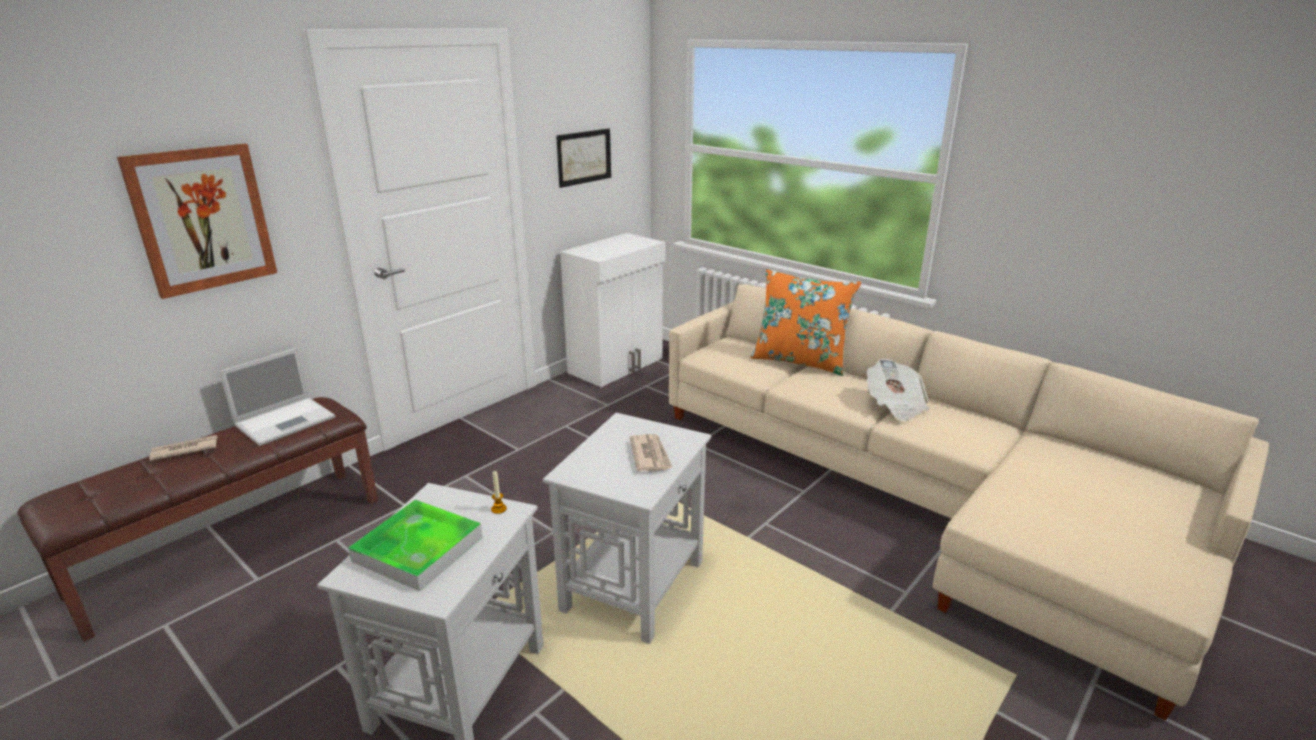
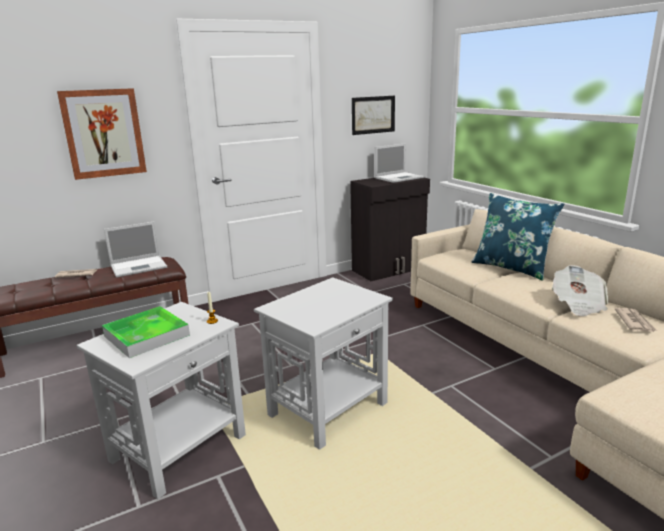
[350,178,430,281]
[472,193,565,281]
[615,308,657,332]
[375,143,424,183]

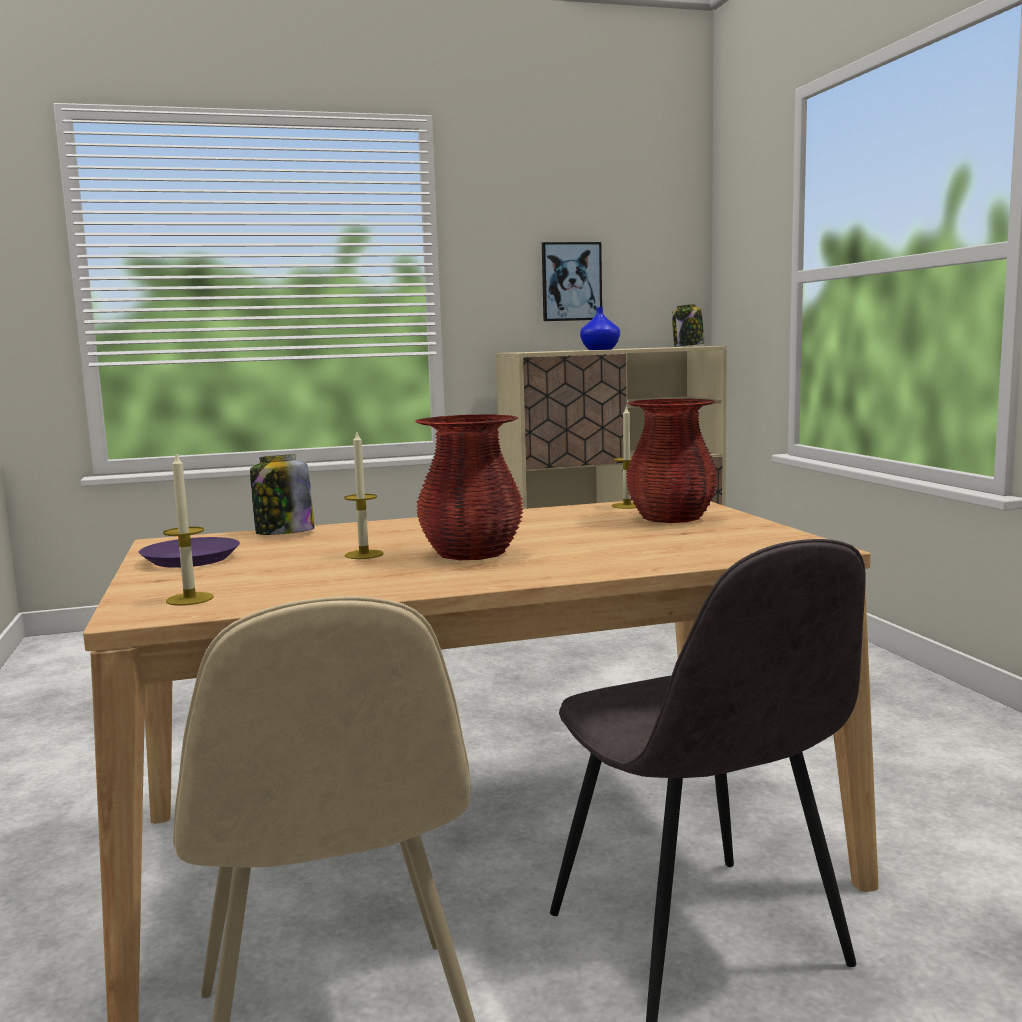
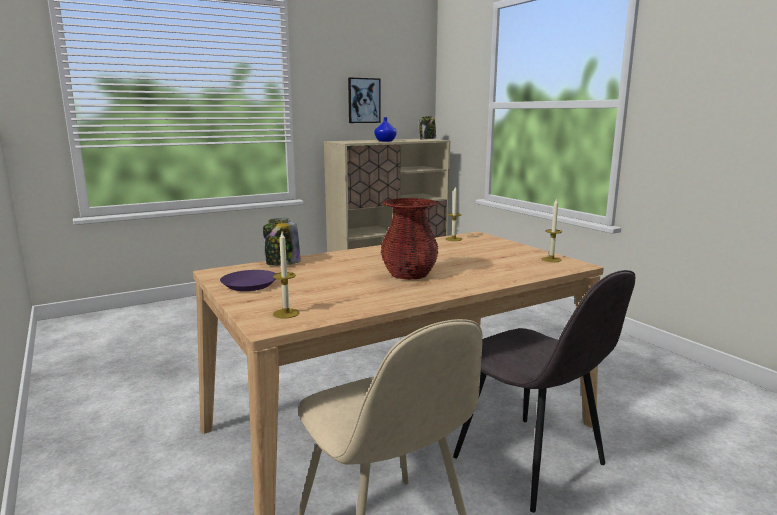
[626,399,718,523] (first image)
[542,198,562,262]

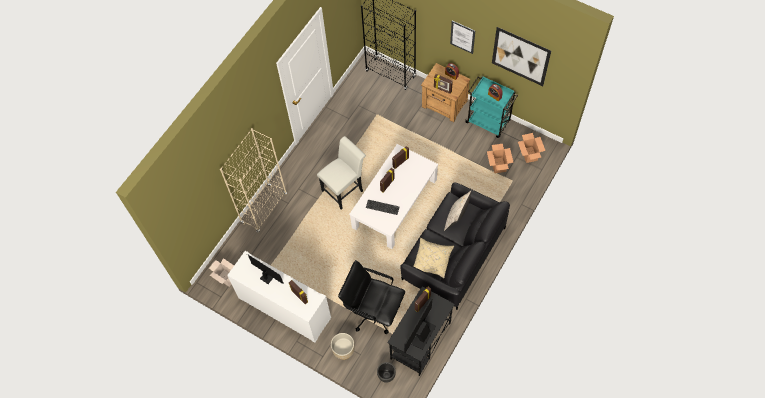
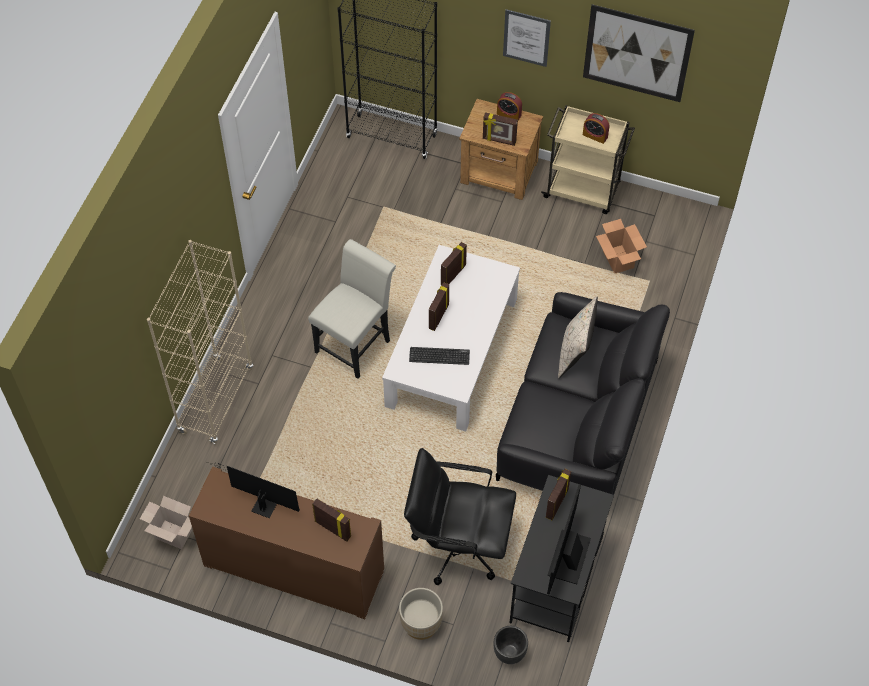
[541,105,635,214]
[518,133,545,163] (first image)
[414,238,454,278] (first image)
[189,466,384,619]

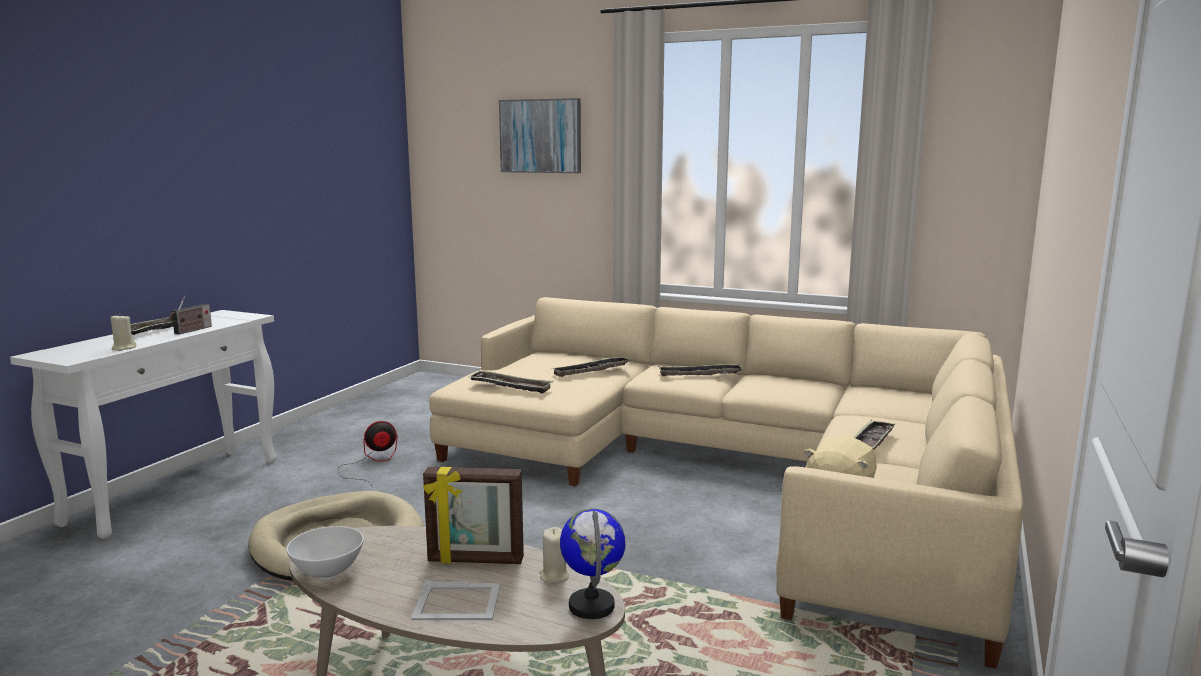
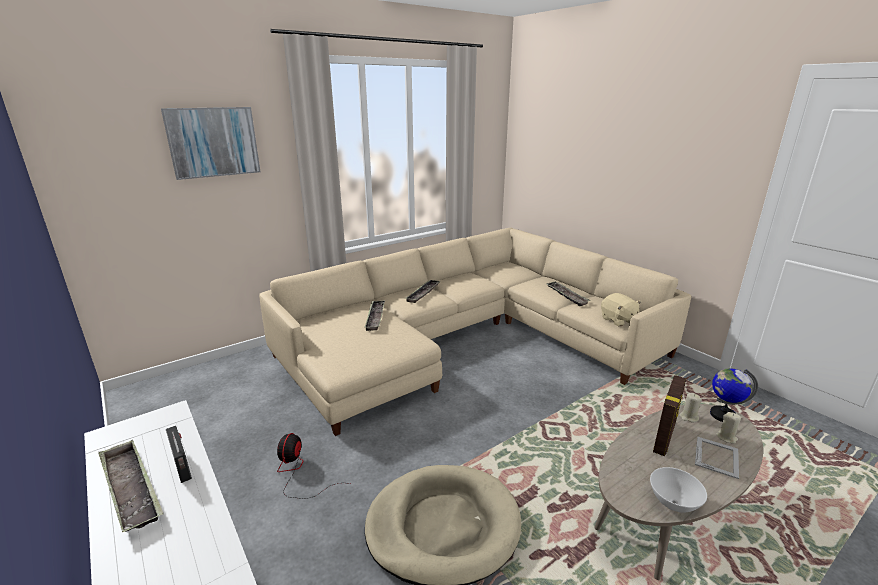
[716,412,741,444]
[469,371,553,394] (first image)

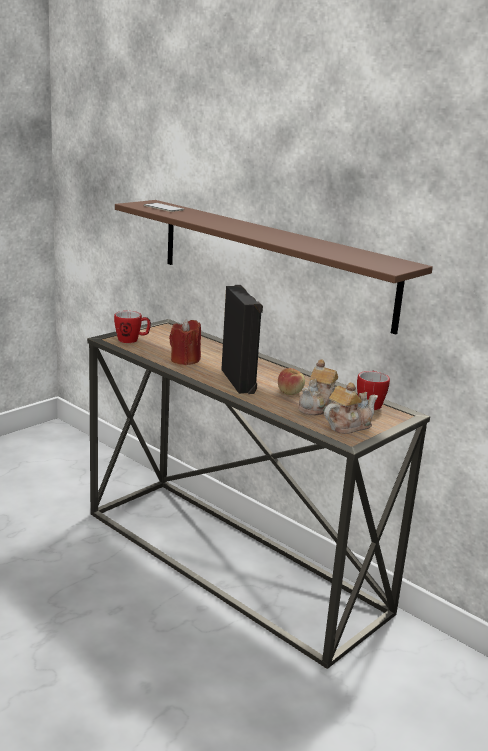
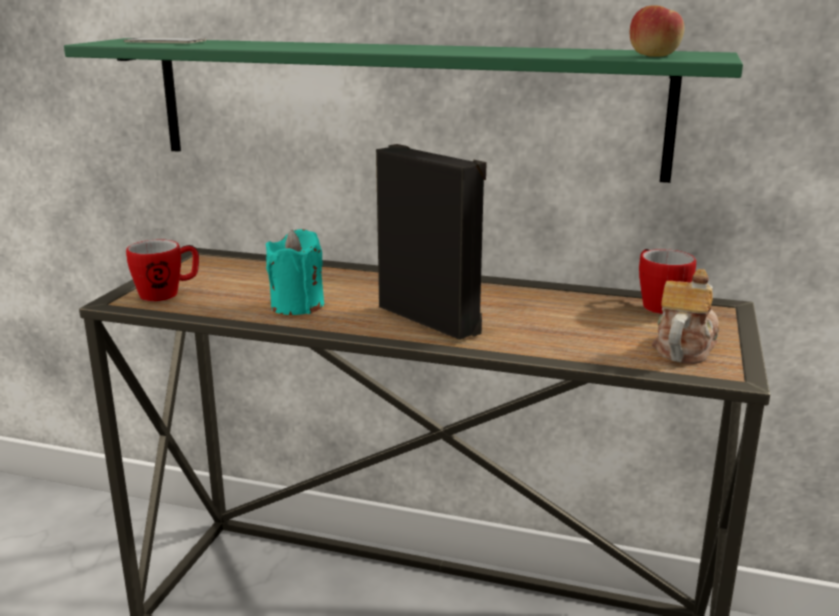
[64,38,743,183]
[266,229,324,315]
[298,359,338,416] (first image)
[630,5,684,57]

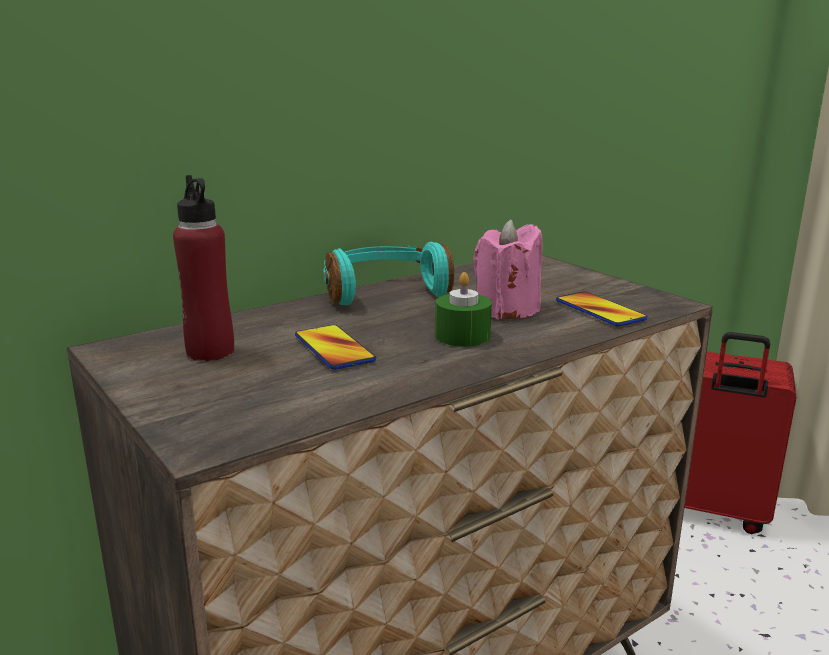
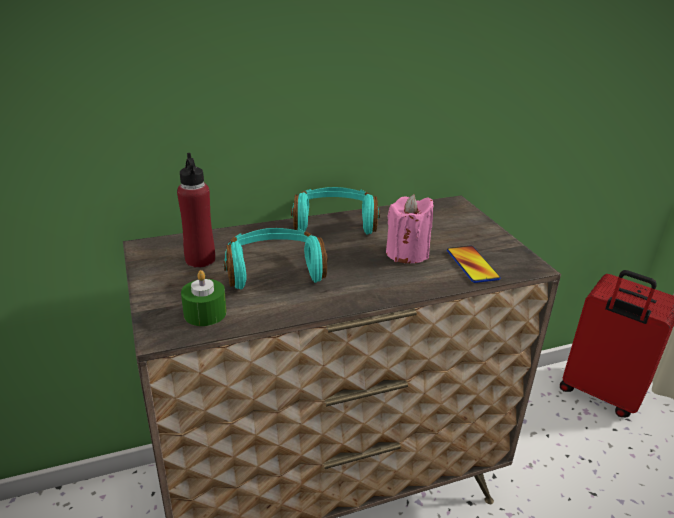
[181,270,227,326]
[224,228,328,289]

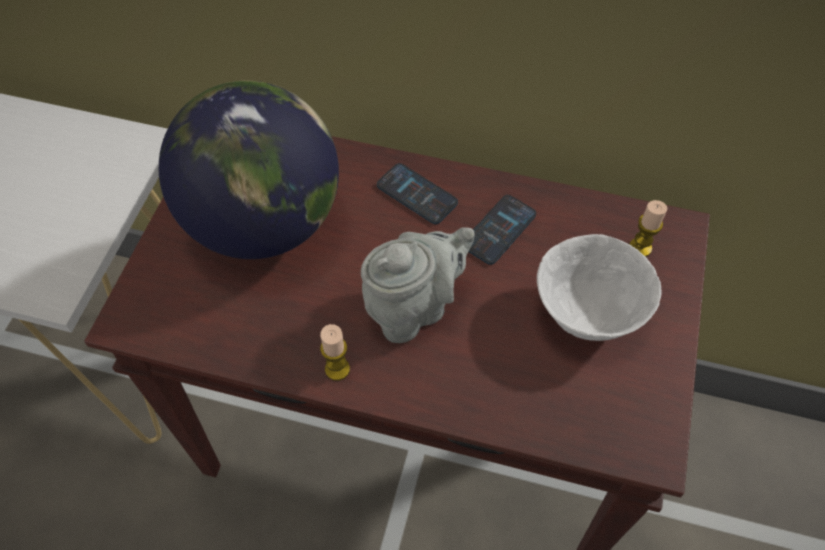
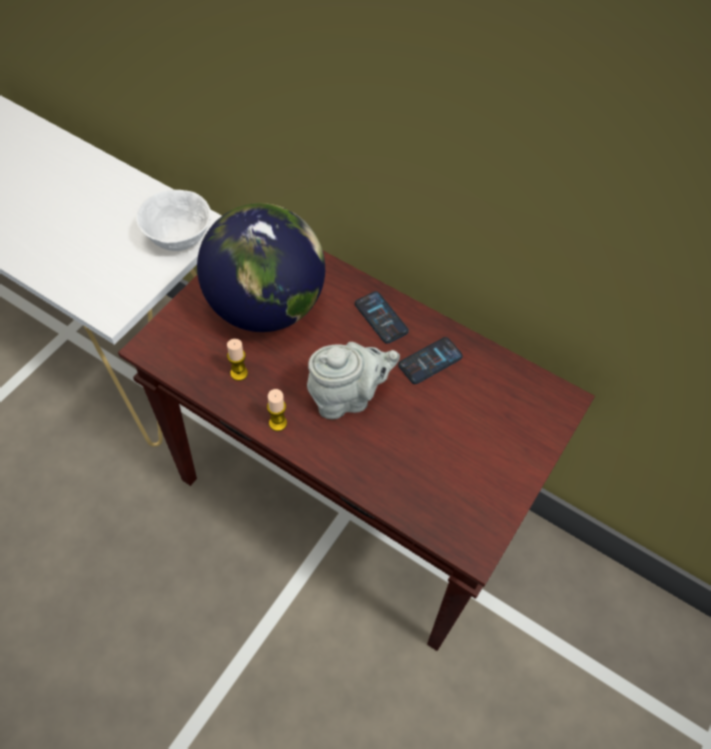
[227,339,248,381]
[136,190,211,251]

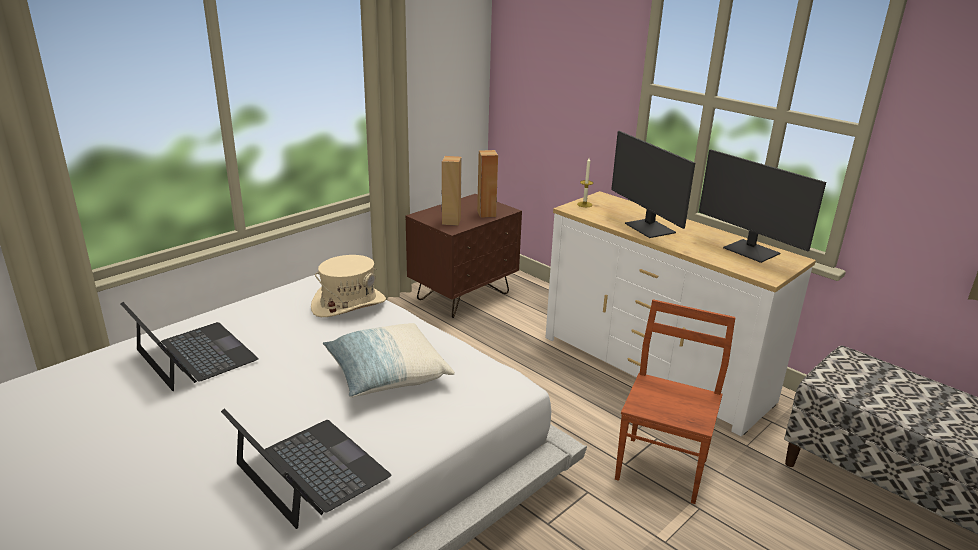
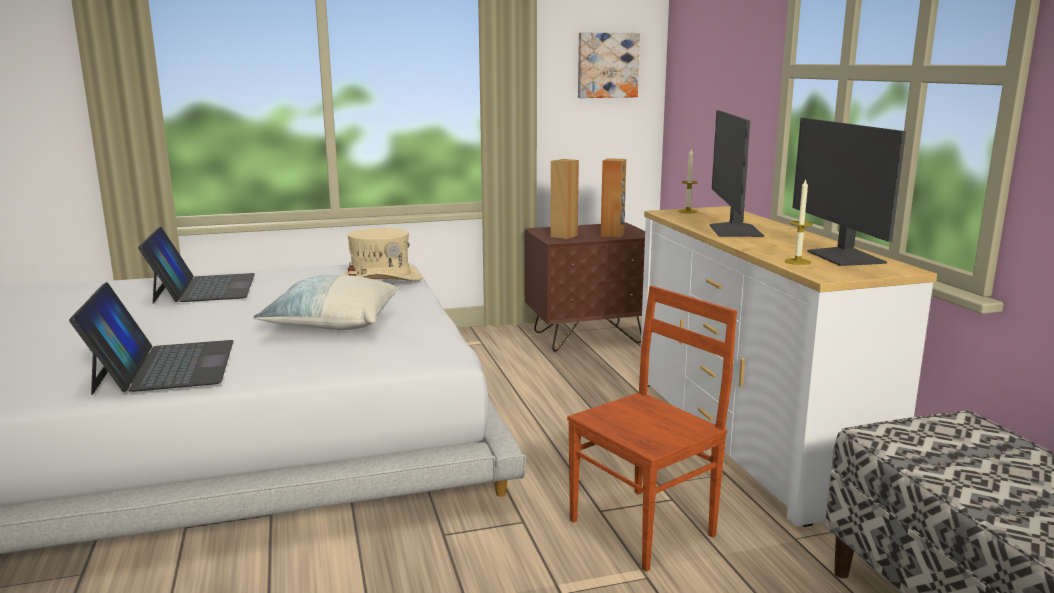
[578,33,640,98]
[785,179,813,265]

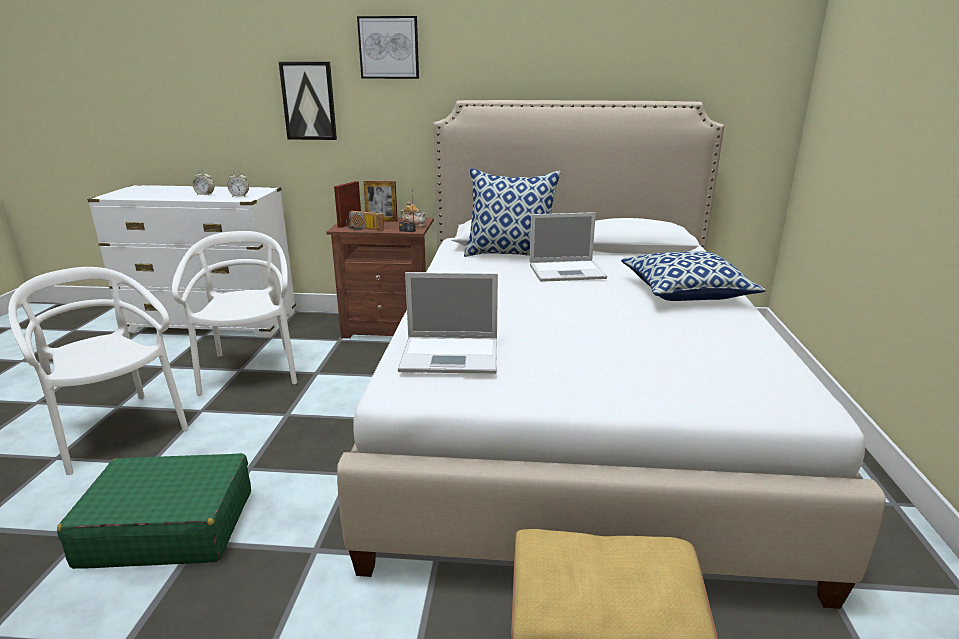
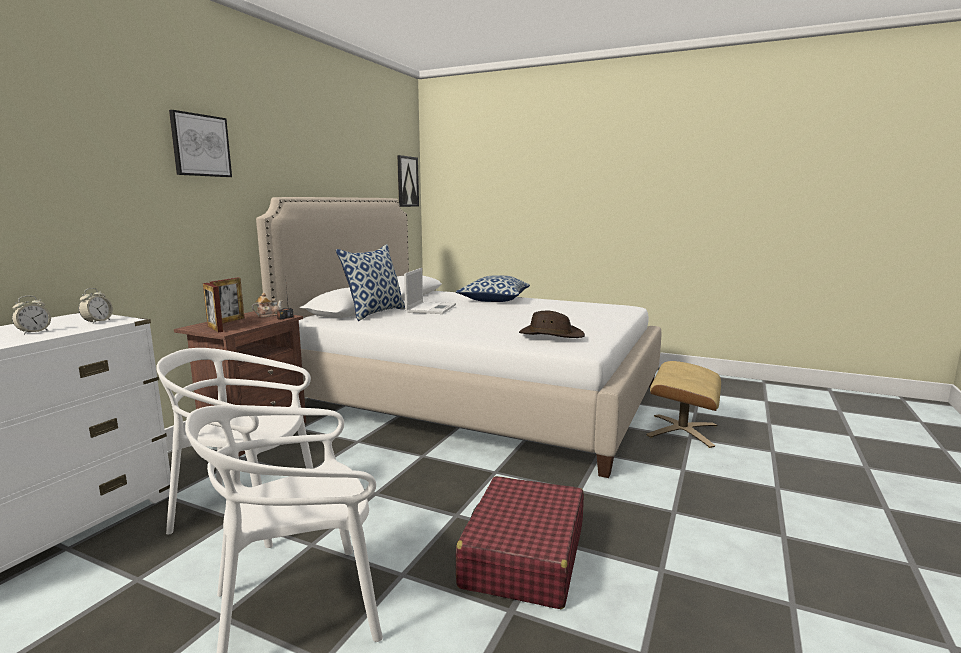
[397,155,419,207]
[346,211,384,231] (first image)
[519,311,585,338]
[456,476,584,609]

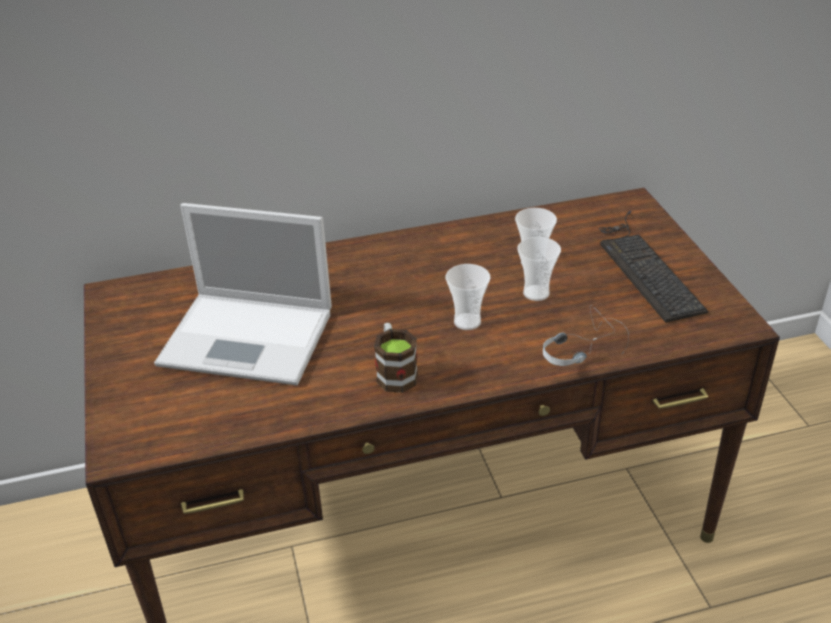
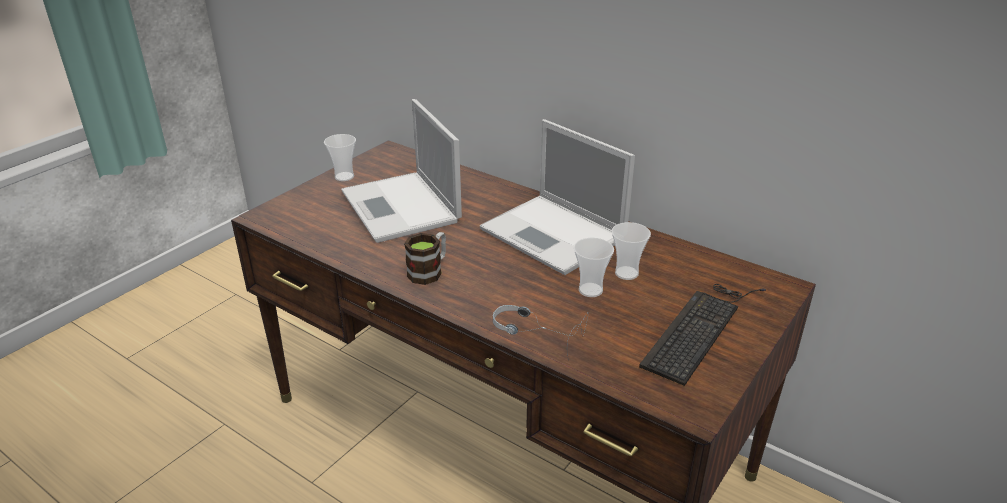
[324,134,356,181]
[480,119,635,275]

